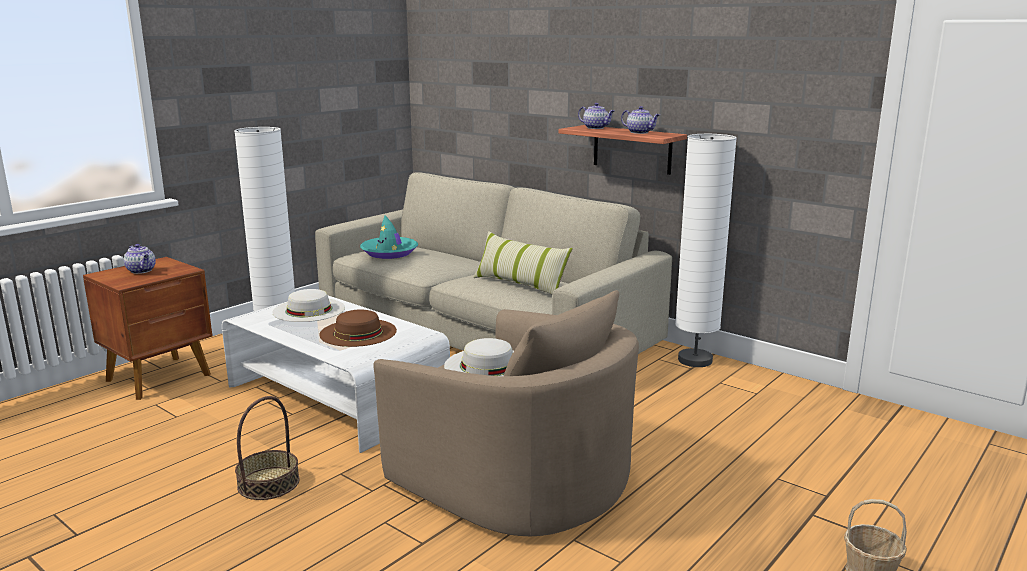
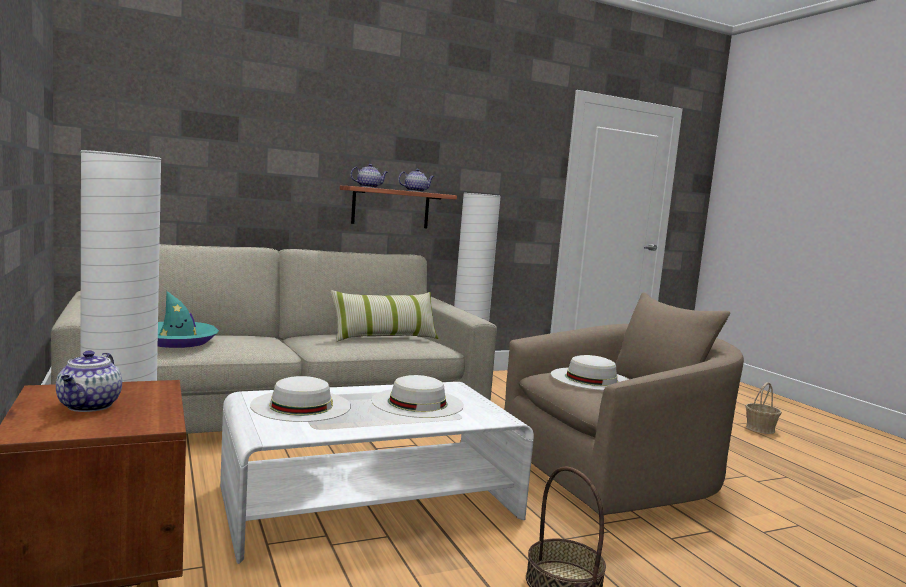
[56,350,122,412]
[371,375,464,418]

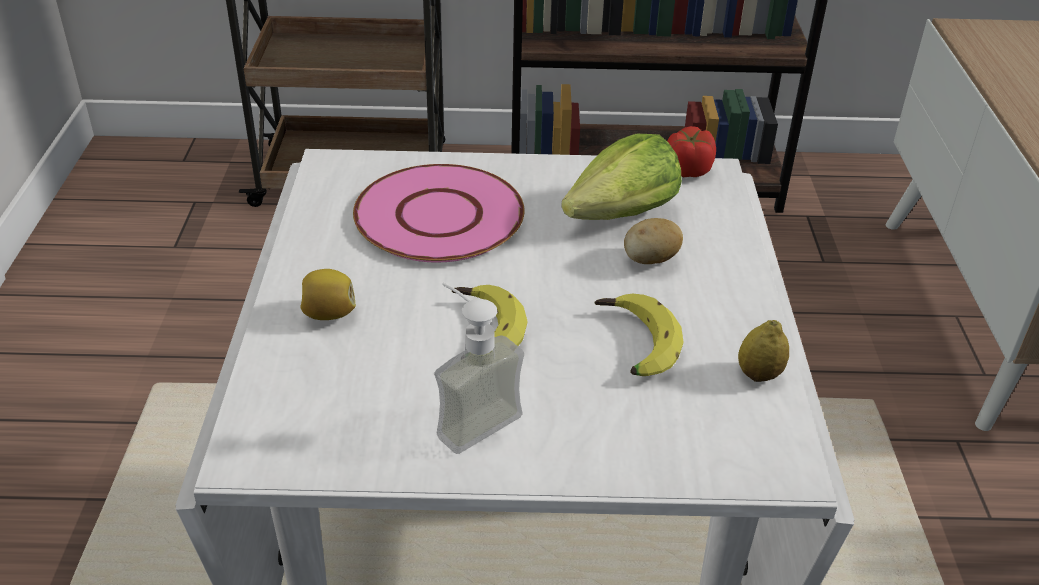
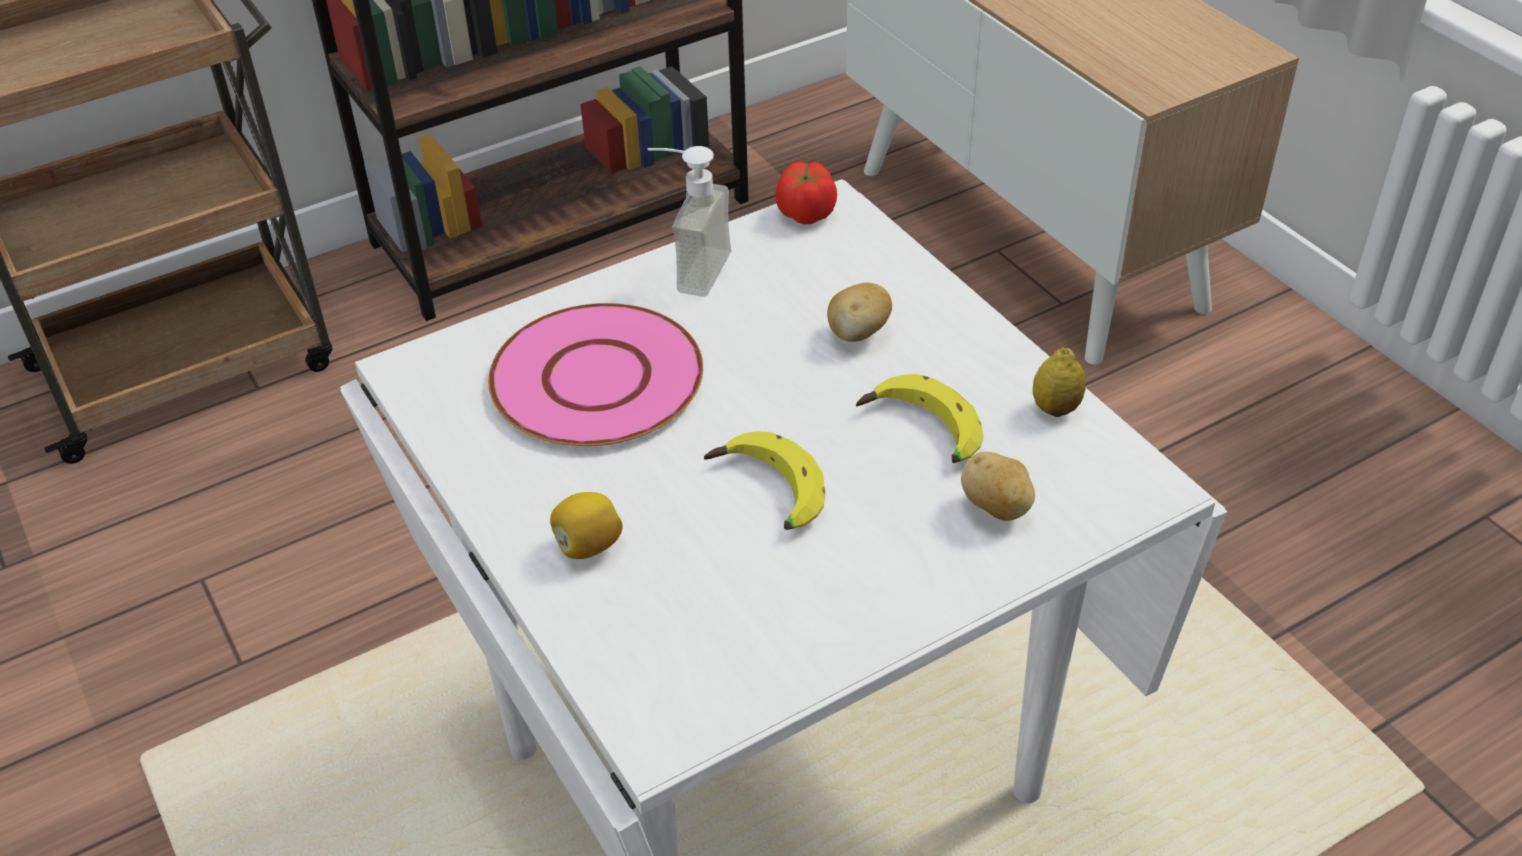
[561,134,682,220] (first image)
[647,146,731,297]
[961,452,1035,521]

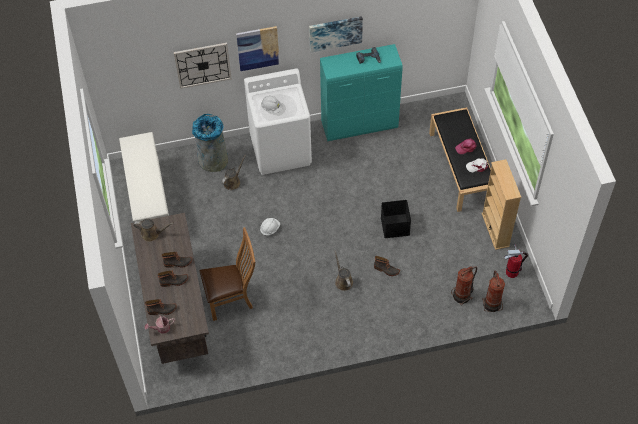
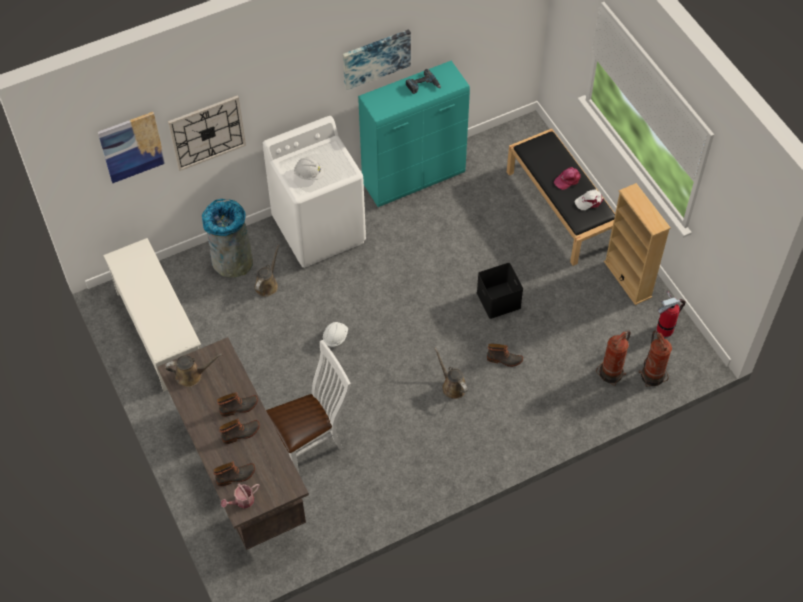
[98,112,165,183]
[266,340,351,473]

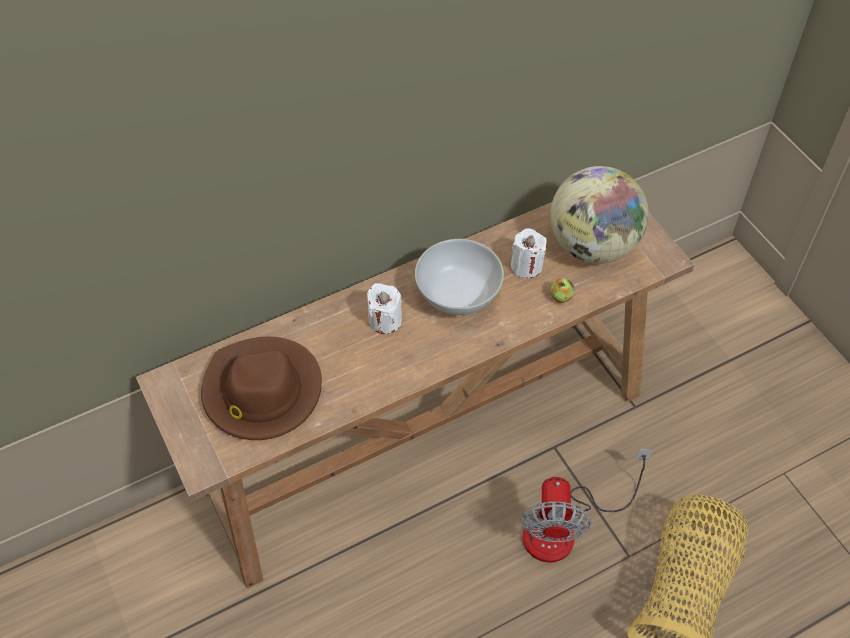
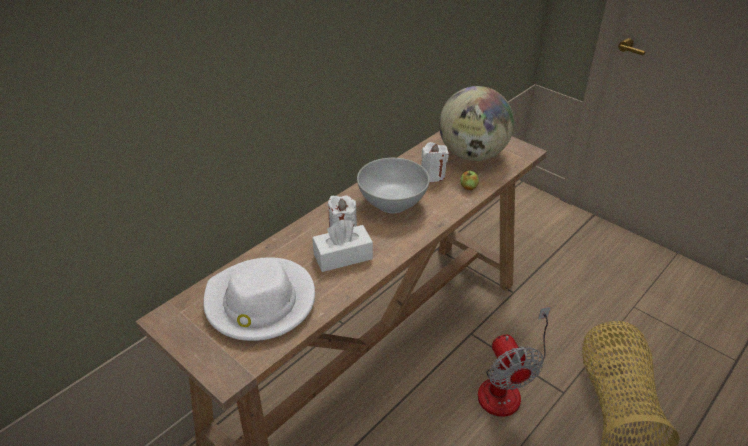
[203,257,315,341]
[312,220,373,272]

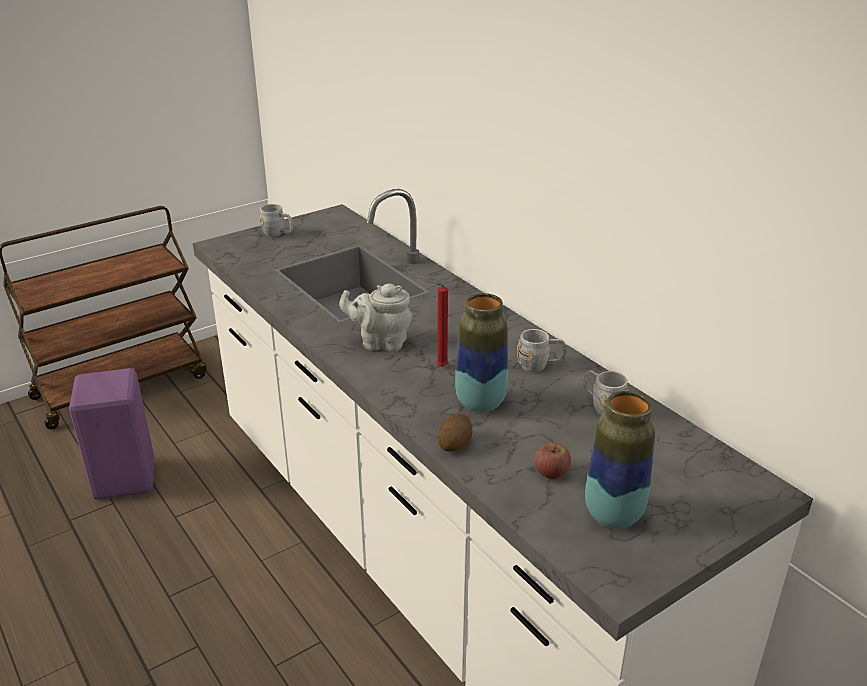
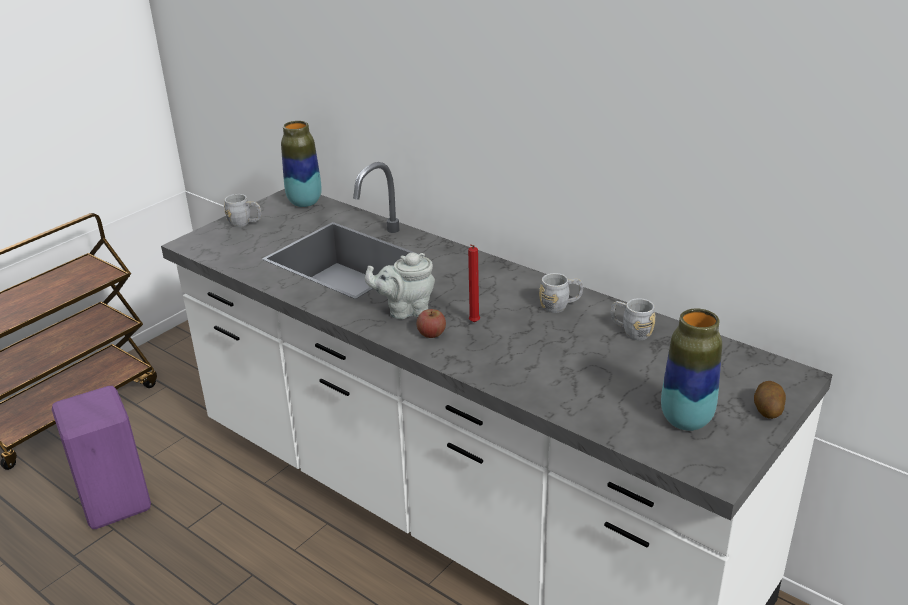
[281,121,322,207]
[754,381,786,419]
[417,309,446,338]

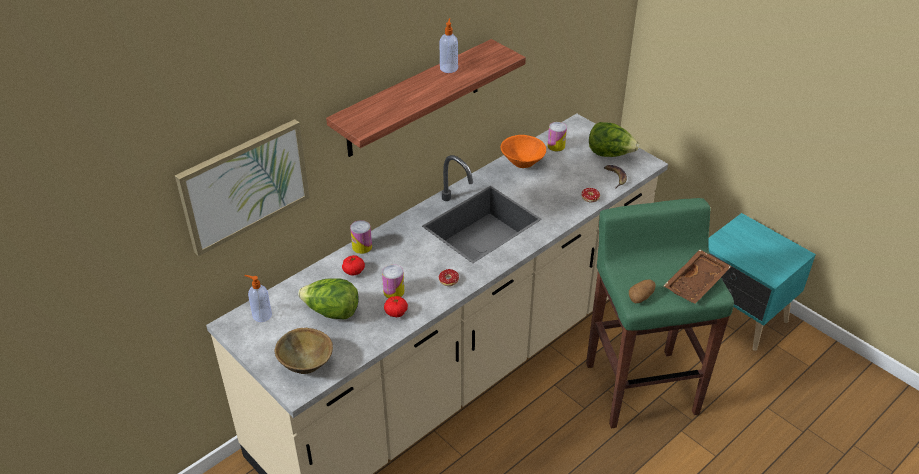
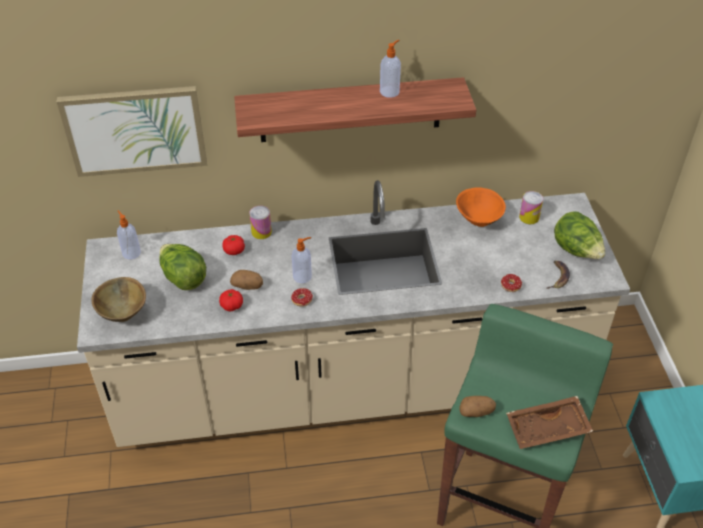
[230,270,263,290]
[292,237,312,283]

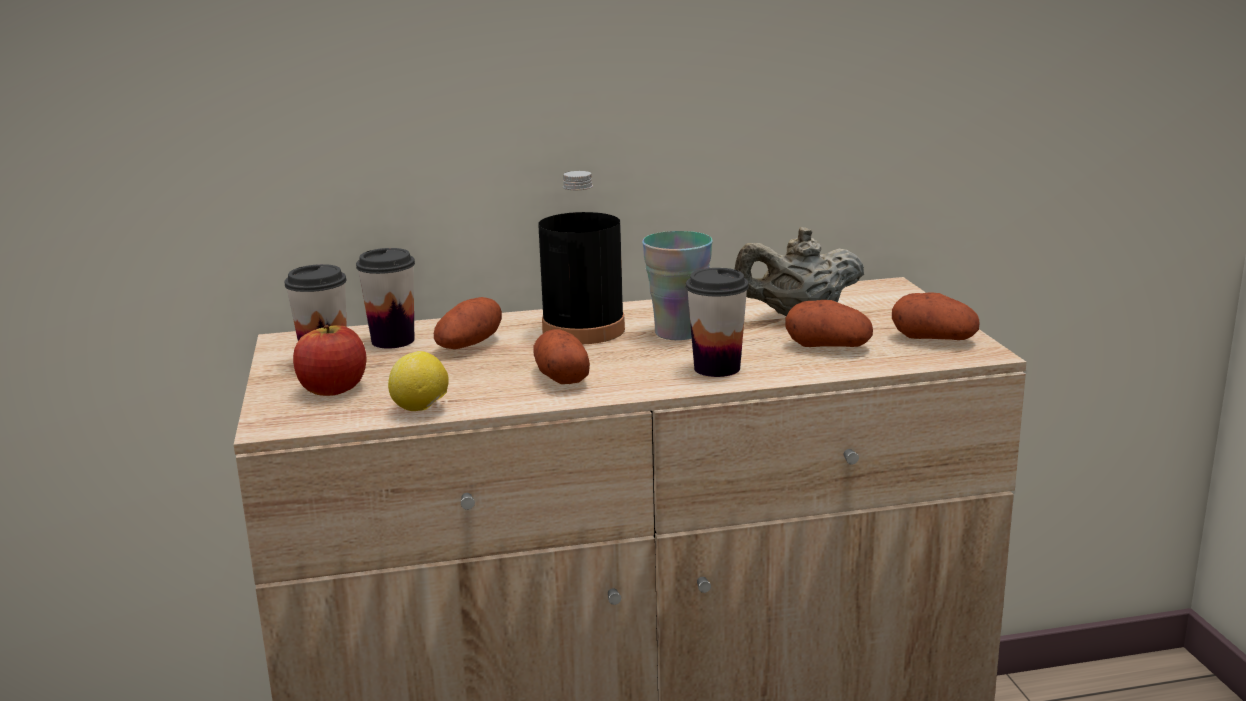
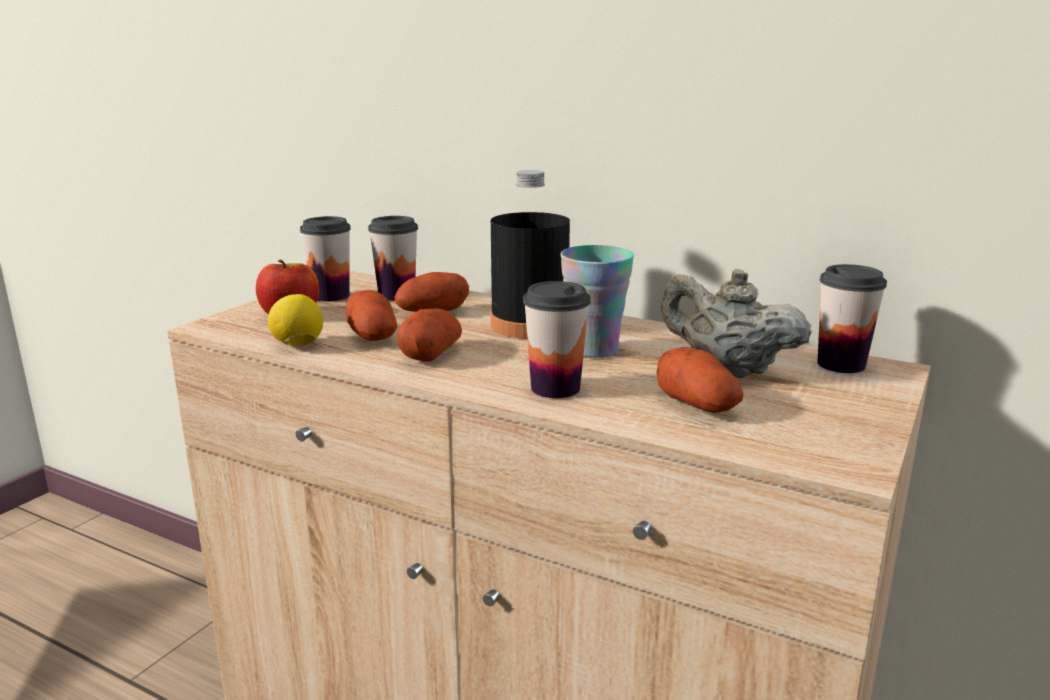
[346,290,397,341]
[817,264,887,373]

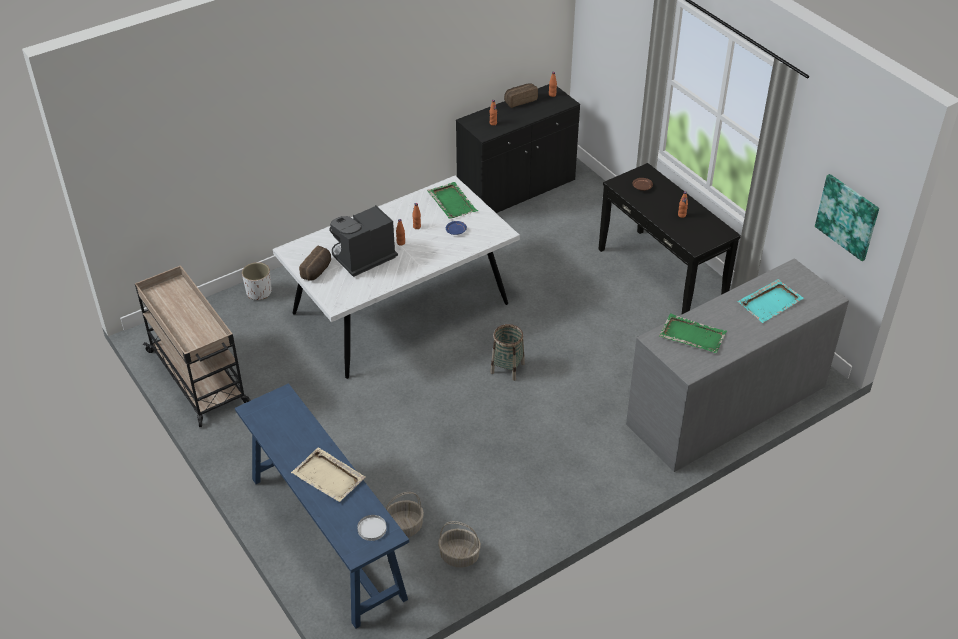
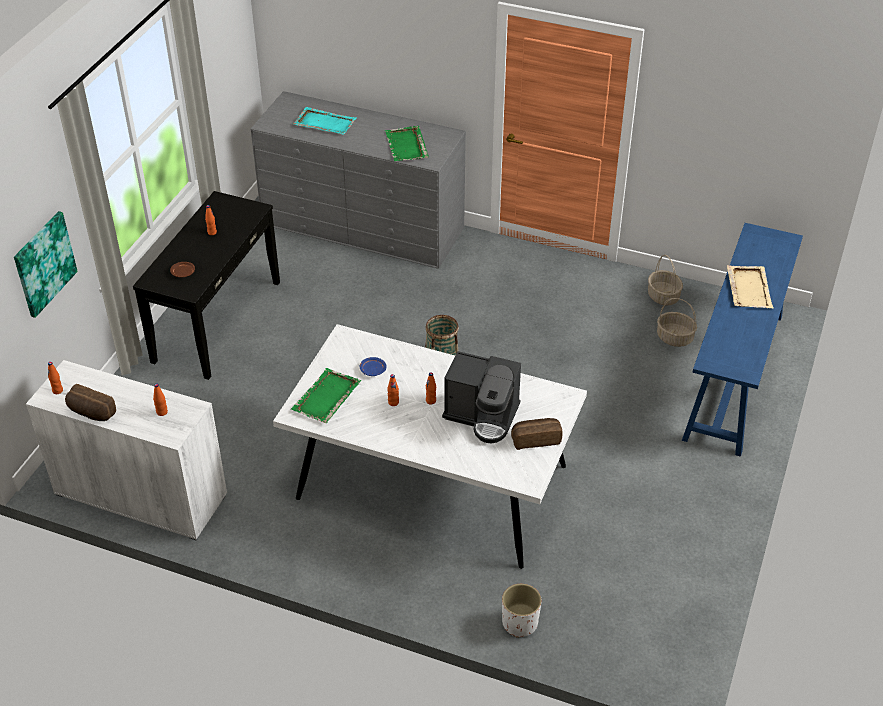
[26,360,227,541]
[14,211,78,318]
[135,265,251,427] (first image)
[357,515,387,541] (first image)

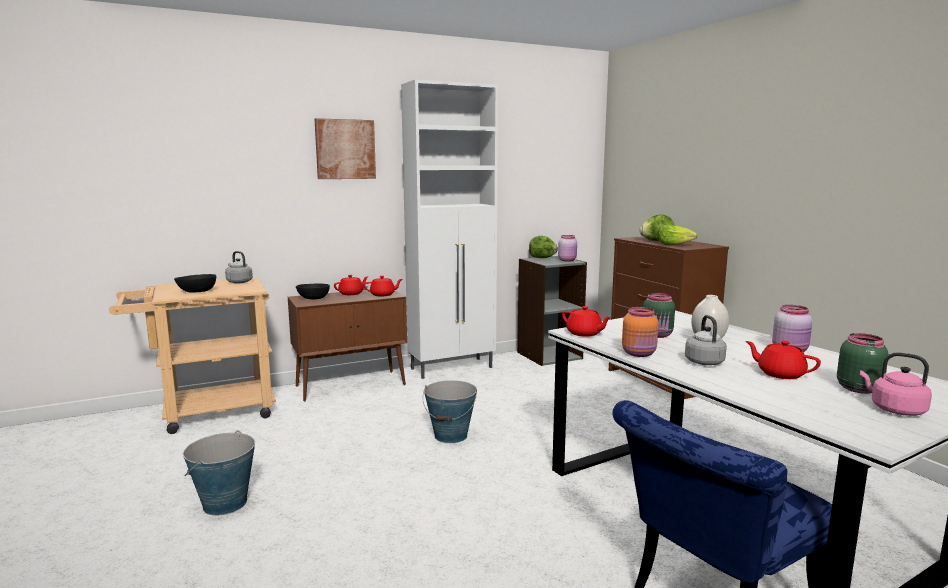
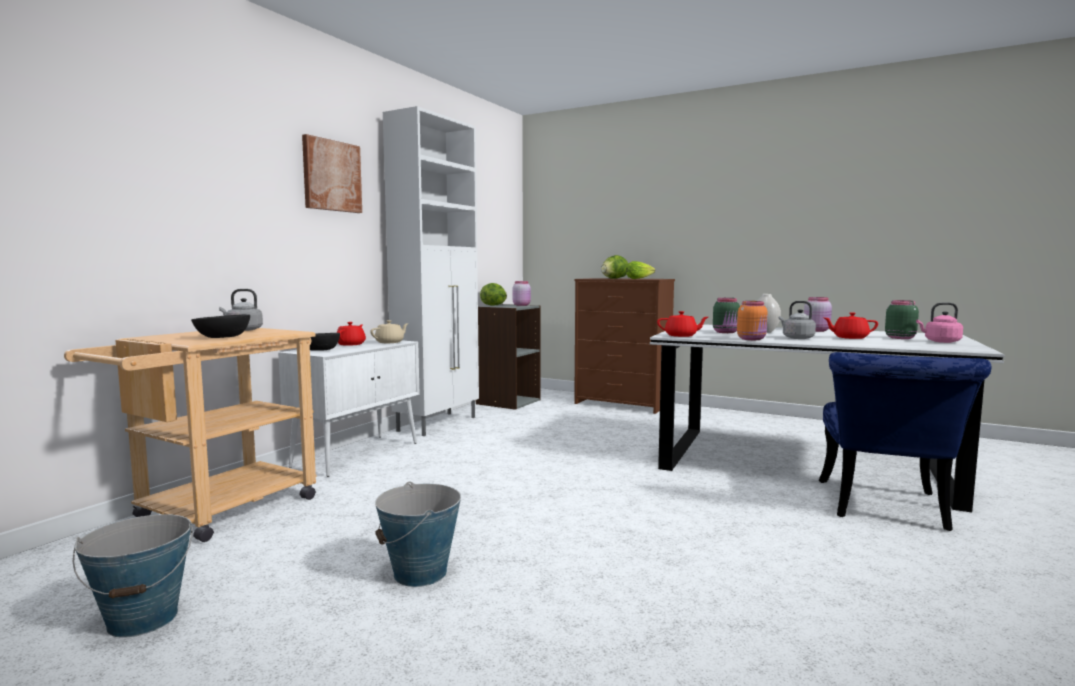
[370,320,409,343]
[278,339,420,477]
[73,514,193,638]

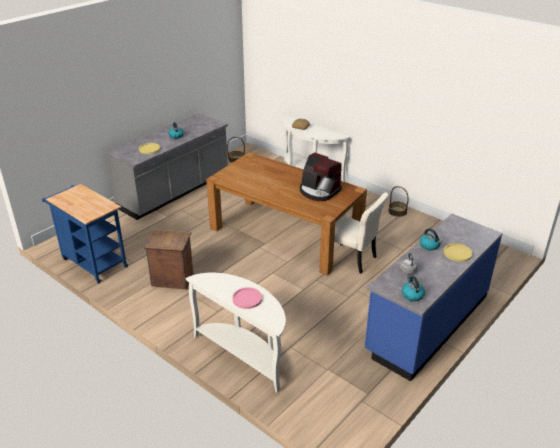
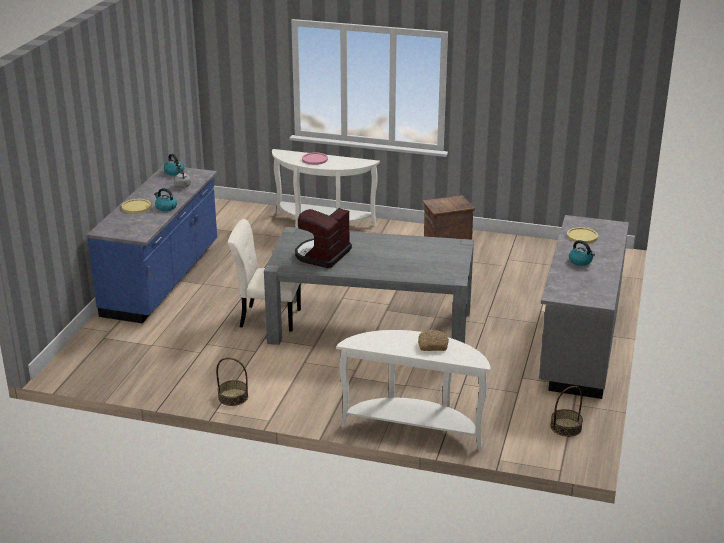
[264,227,474,345]
[295,208,352,268]
[42,184,128,283] (first image)

